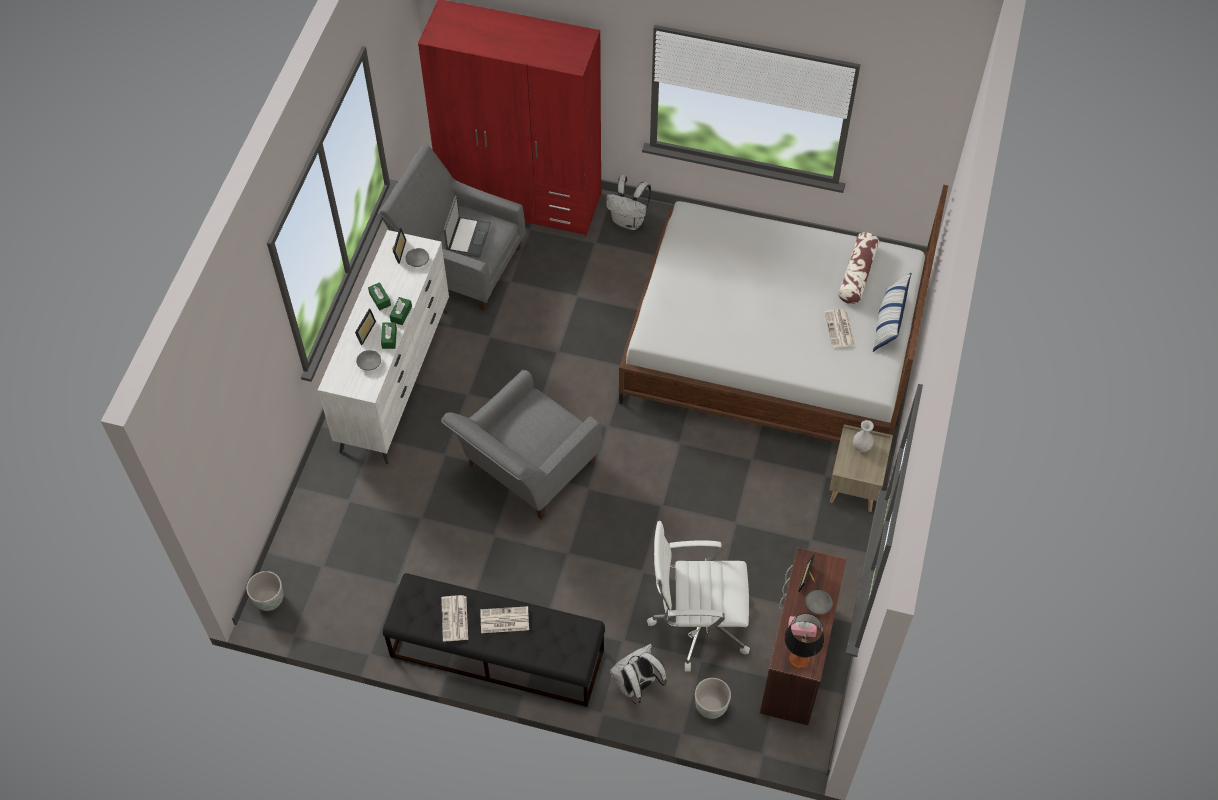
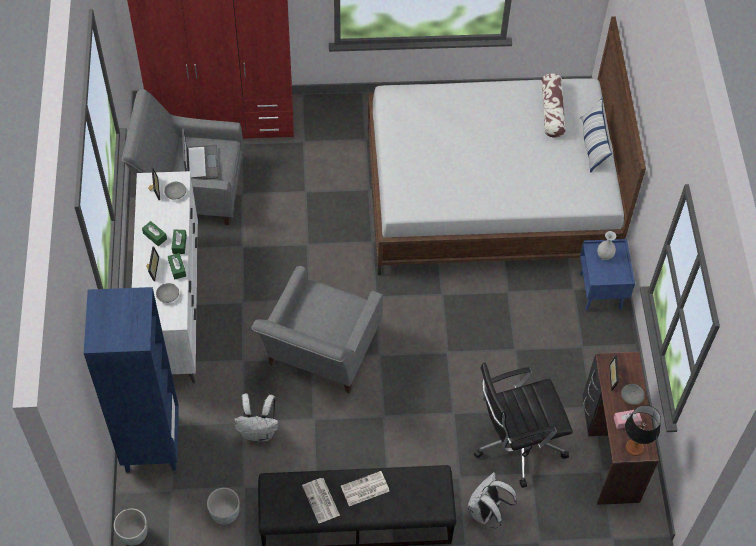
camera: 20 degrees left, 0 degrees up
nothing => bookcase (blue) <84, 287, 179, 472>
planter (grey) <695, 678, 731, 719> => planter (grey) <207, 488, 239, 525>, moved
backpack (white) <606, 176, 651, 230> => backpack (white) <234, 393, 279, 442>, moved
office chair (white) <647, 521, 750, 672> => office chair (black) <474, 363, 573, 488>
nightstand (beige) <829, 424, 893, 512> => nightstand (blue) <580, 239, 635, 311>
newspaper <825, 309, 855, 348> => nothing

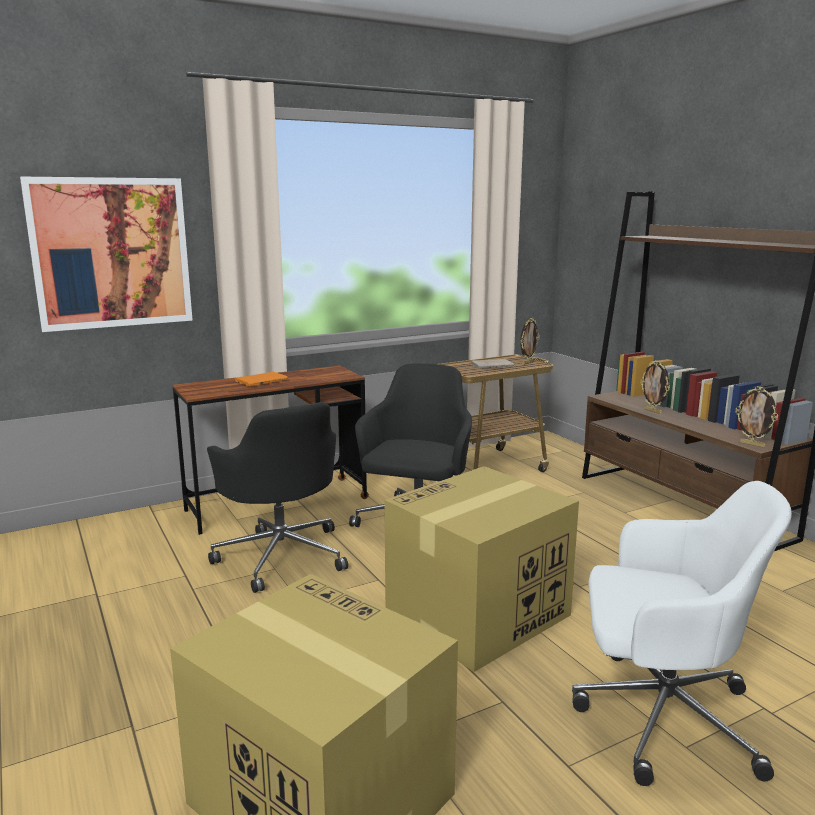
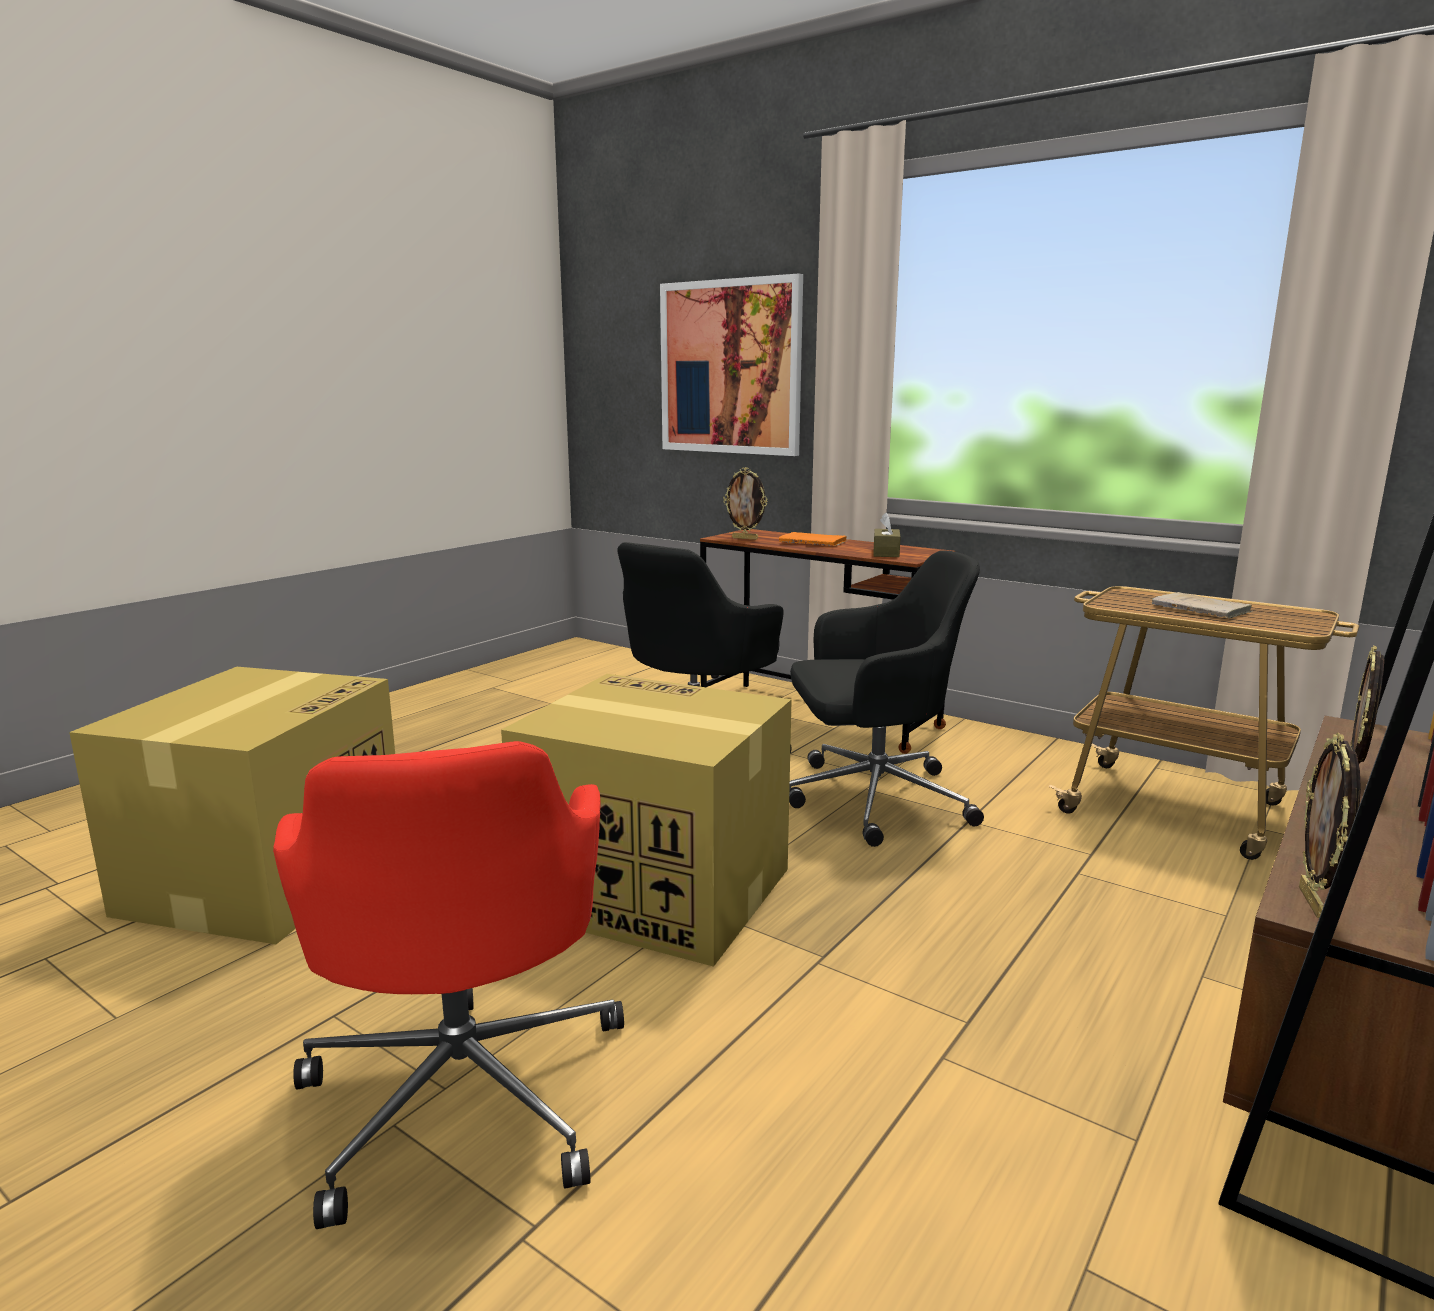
camera: 65 degrees right, 0 degrees up
office chair (white) <572, 481, 792, 786> => office chair (red) <273, 741, 624, 1229>
picture frame <520, 318, 540, 365> => picture frame <723, 467, 768, 540>, moved
nothing => tissue box (brown) <874, 512, 901, 557>

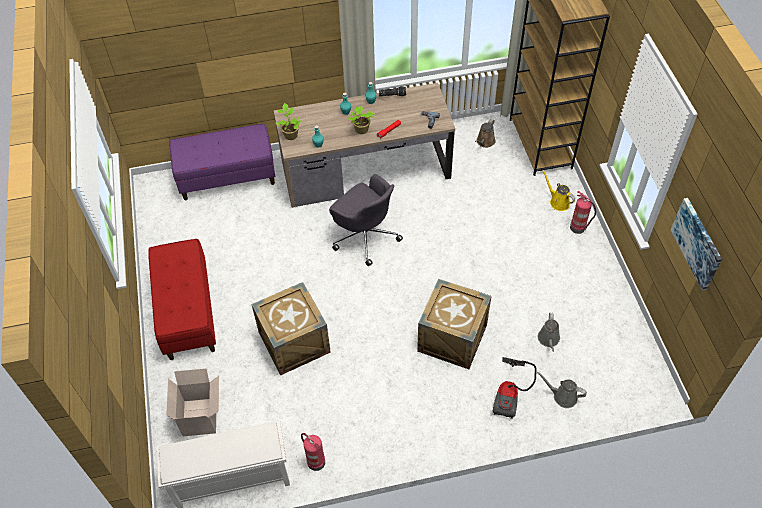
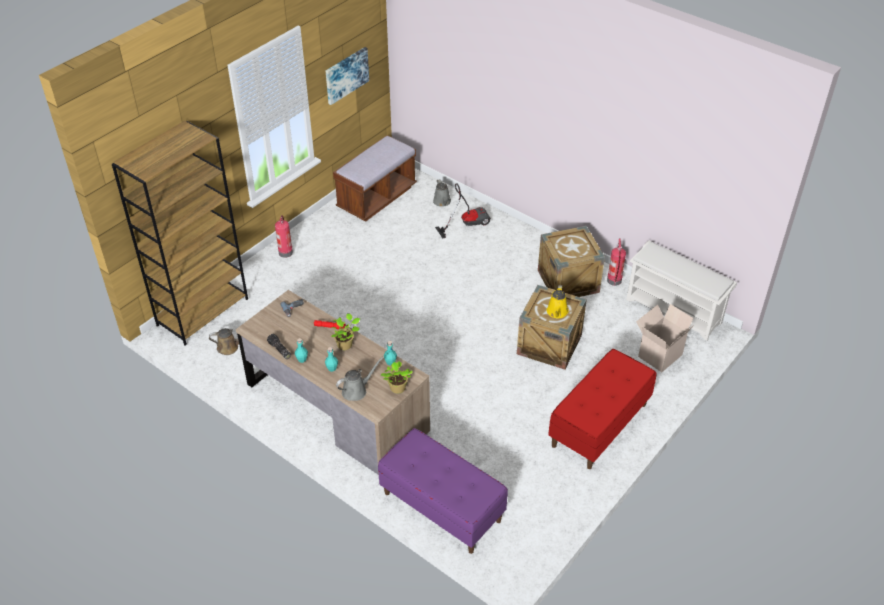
camera: 130 degrees left, 10 degrees down
nothing => bench (brown) <333, 135, 417, 221>
watering can (grey) <538, 313, 560, 352> => watering can (grey) <336, 357, 383, 401>, moved
crate <417, 279, 491, 369> => crate <538, 226, 605, 297>, moved
watering can (yellow) <542, 170, 575, 211> => watering can (yellow) <547, 285, 568, 318>, moved
office chair (grey) <329, 174, 403, 266> => nothing

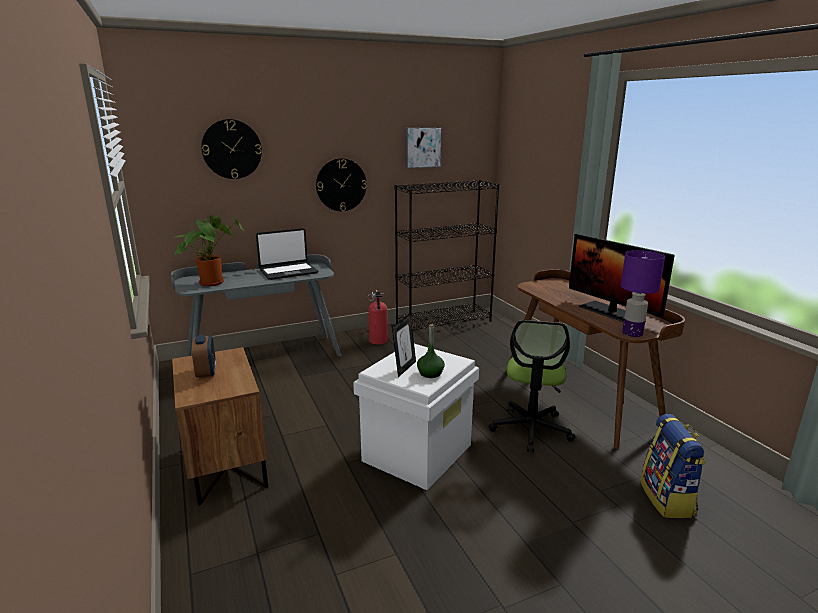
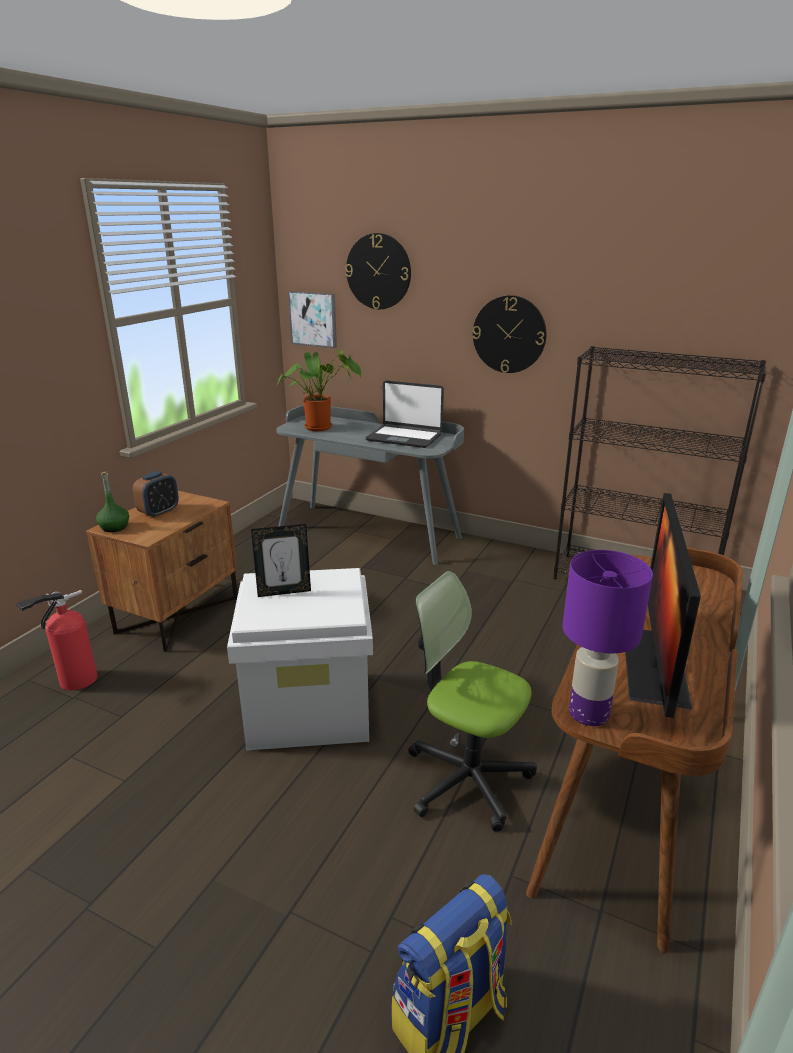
camera: 50 degrees right, 5 degrees up
fire extinguisher <367, 290, 388, 344> => fire extinguisher <16, 590, 97, 690>, moved
bottle (green) <417, 324, 445, 378> => bottle (green) <96, 472, 129, 532>, moved
picture <405, 127, 442, 168> => picture <288, 291, 337, 348>, moved
office chair <488, 320, 575, 452> => office chair <408, 571, 537, 832>, 60 degrees clockwise

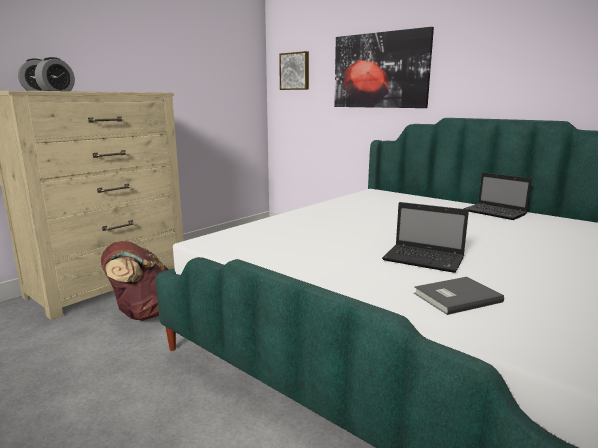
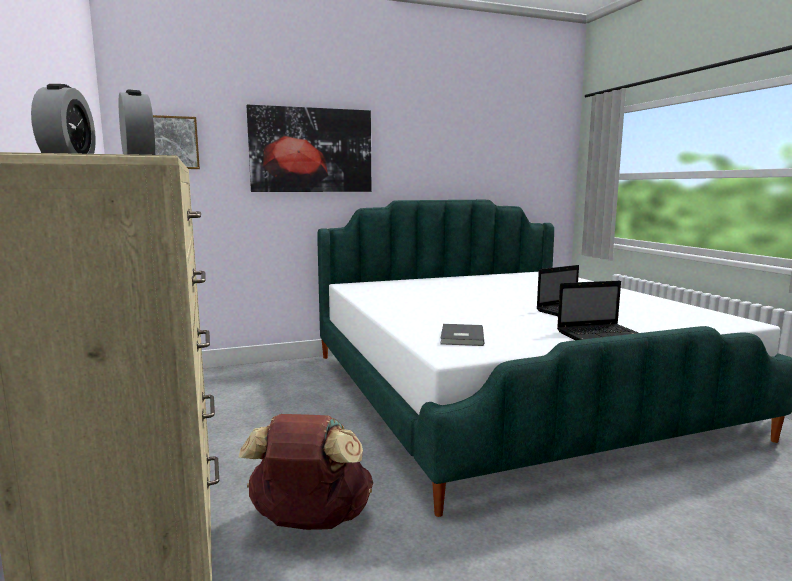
camera: 60 degrees left, 5 degrees down
book (grey) <414, 277, 504, 315> => book (grey) <440, 324, 484, 346>, moved
laptop <463, 172, 532, 220> => laptop <557, 281, 638, 340>, moved

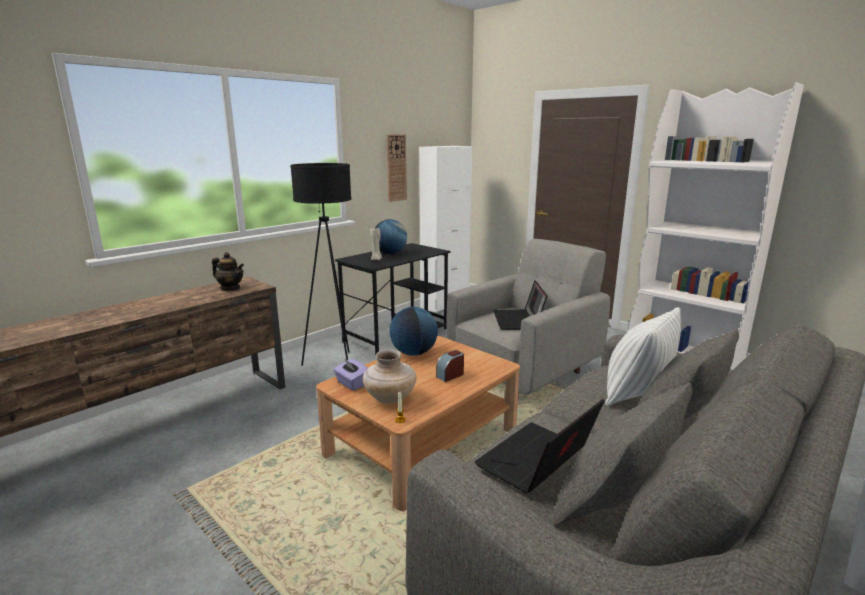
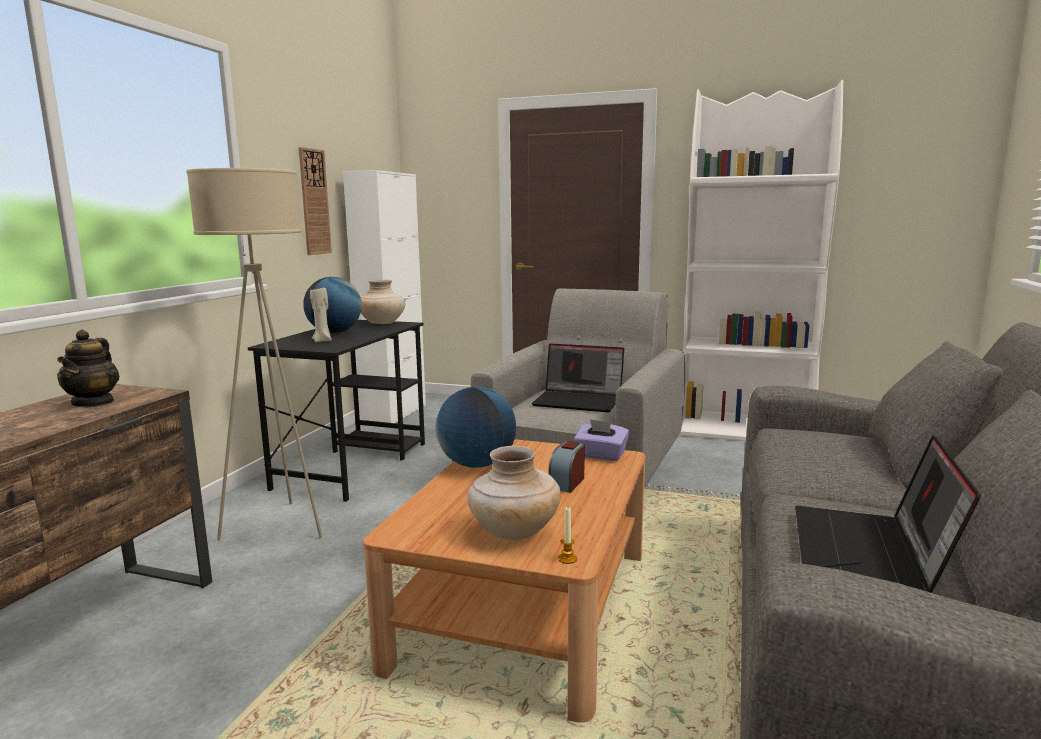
camera: 25 degrees left, 5 degrees down
teapot <212, 252, 244, 290> => teapot <57, 330, 120, 407>, 90 degrees clockwise
floor lamp (black) <290, 163, 352, 366> => floor lamp (beige) <186, 168, 323, 541>
nothing => vase (beige) <360, 280, 405, 324>
laptop <493, 280, 547, 330> => laptop <531, 343, 624, 412>, 45 degrees counterclockwise
tissue box (purple) <333, 358, 368, 391> => tissue box (purple) <574, 419, 629, 461>, moved
pillow (white) <605, 307, 681, 407> => nothing

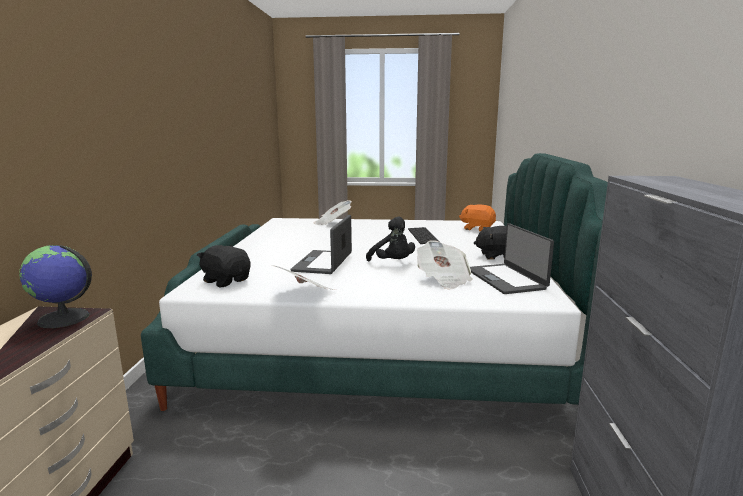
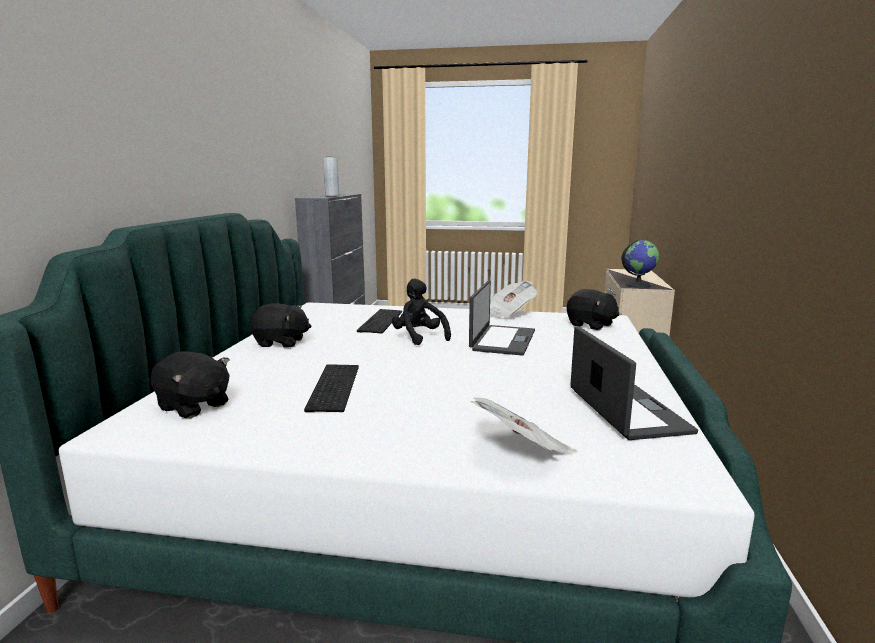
camera: 175 degrees left, 0 degrees up
plush toy (orange) <459, 205, 496, 231> => plush toy (black) <150, 351, 230, 418>
nothing => vase (grey) <323, 157, 339, 196>
newspaper <417, 240, 473, 290> => keyboard <357, 309, 402, 334>
laptop <470, 223, 554, 294> => laptop <570, 326, 698, 440>, moved

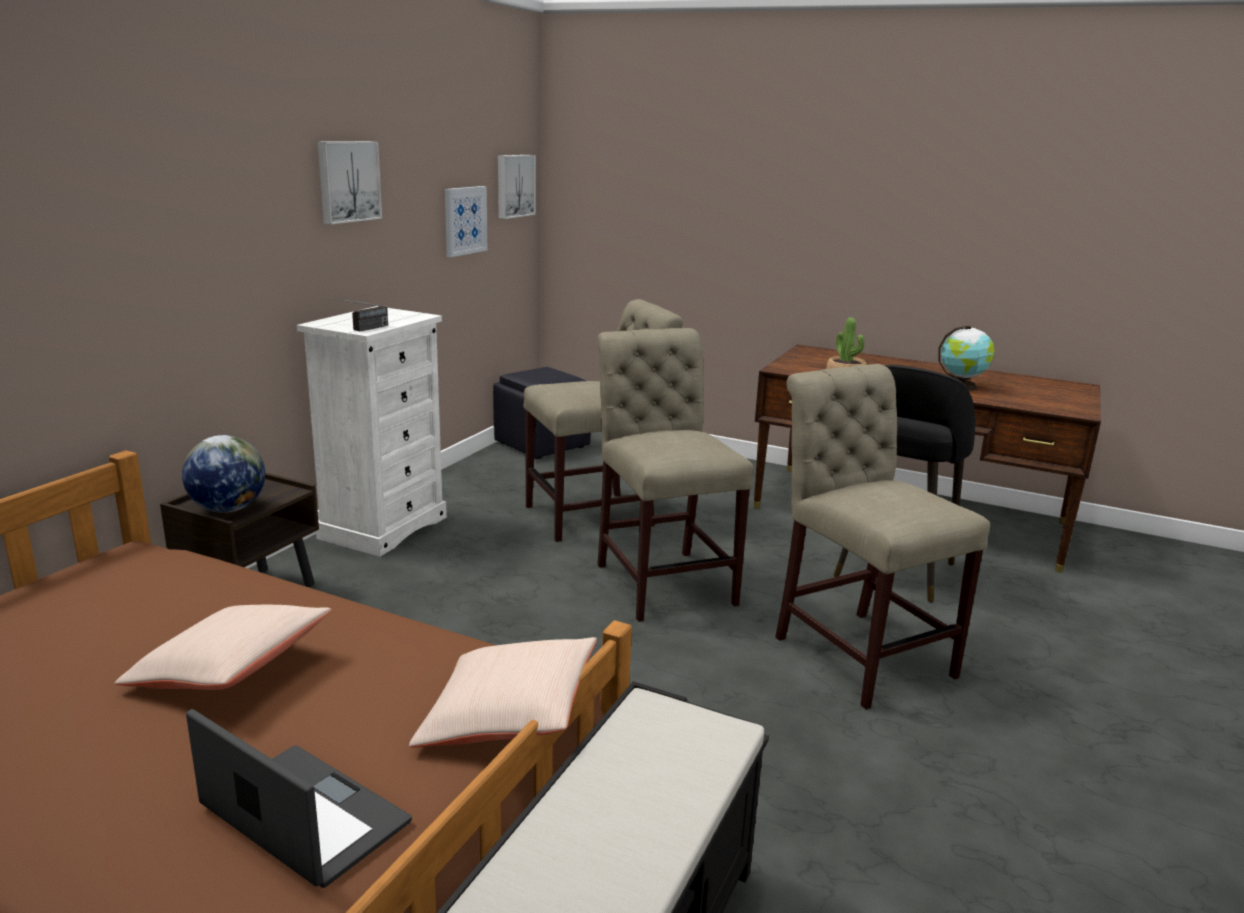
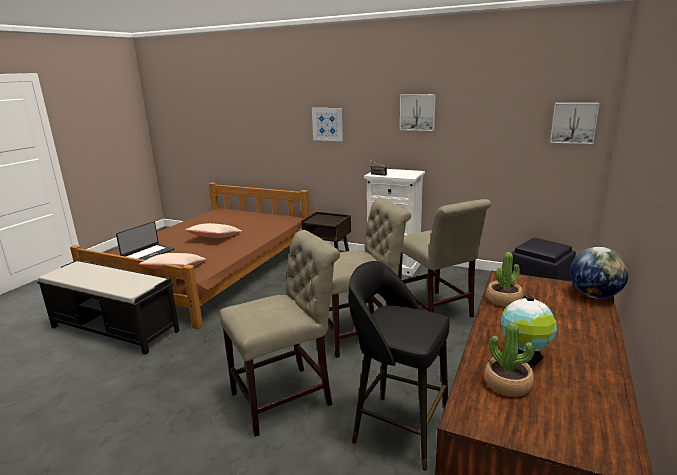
camera: 90 degrees right, 0 degrees up
picture <445, 186, 487, 257> => picture <312, 108, 343, 141>, moved
nothing => potted plant <484, 323, 534, 397>
globe <182, 435, 265, 513> => globe <570, 247, 629, 299>, moved

